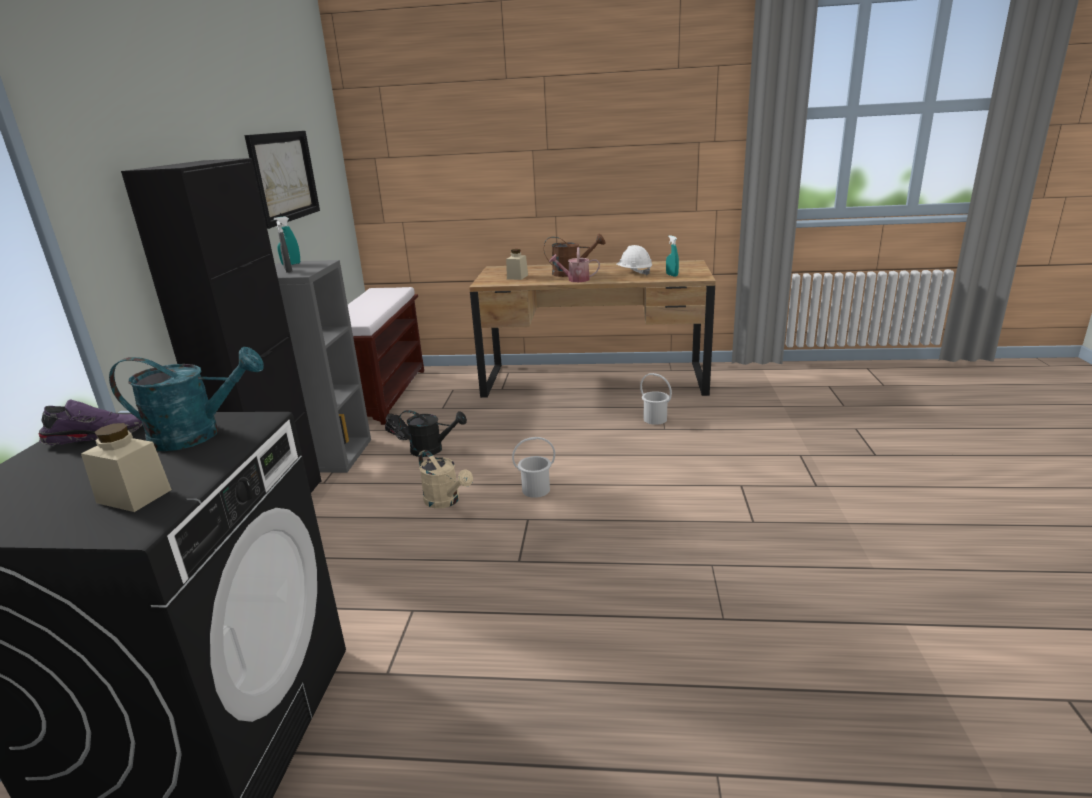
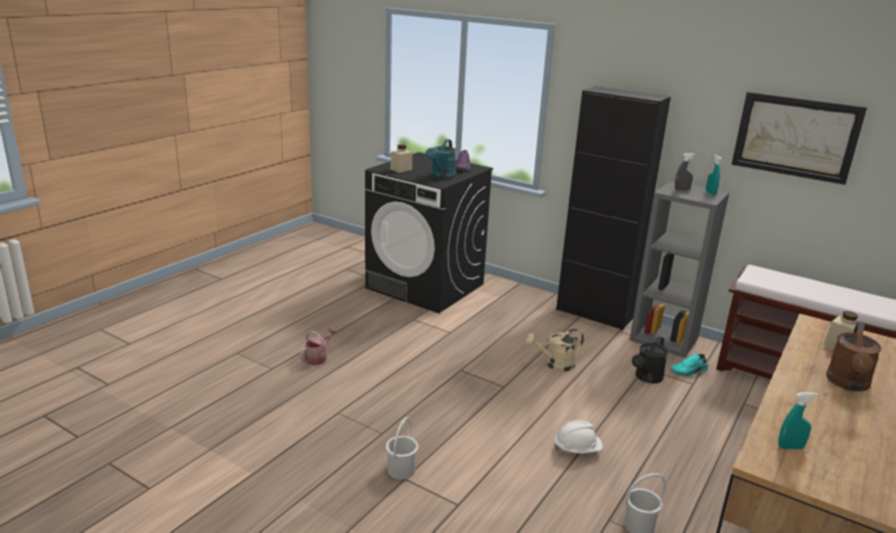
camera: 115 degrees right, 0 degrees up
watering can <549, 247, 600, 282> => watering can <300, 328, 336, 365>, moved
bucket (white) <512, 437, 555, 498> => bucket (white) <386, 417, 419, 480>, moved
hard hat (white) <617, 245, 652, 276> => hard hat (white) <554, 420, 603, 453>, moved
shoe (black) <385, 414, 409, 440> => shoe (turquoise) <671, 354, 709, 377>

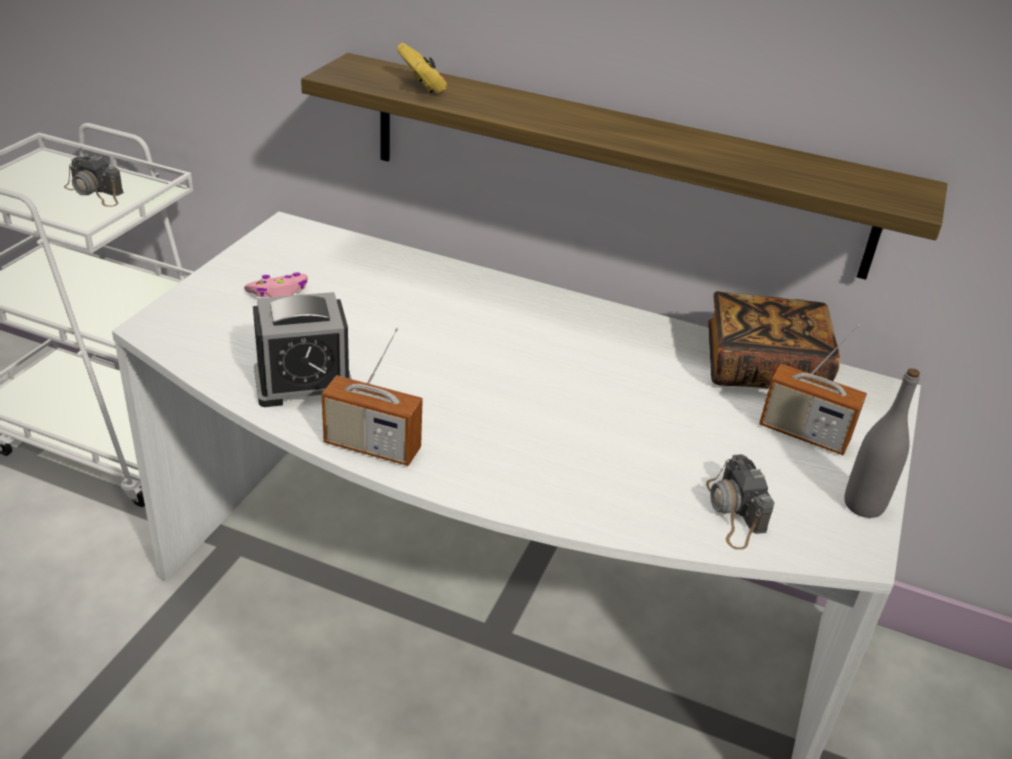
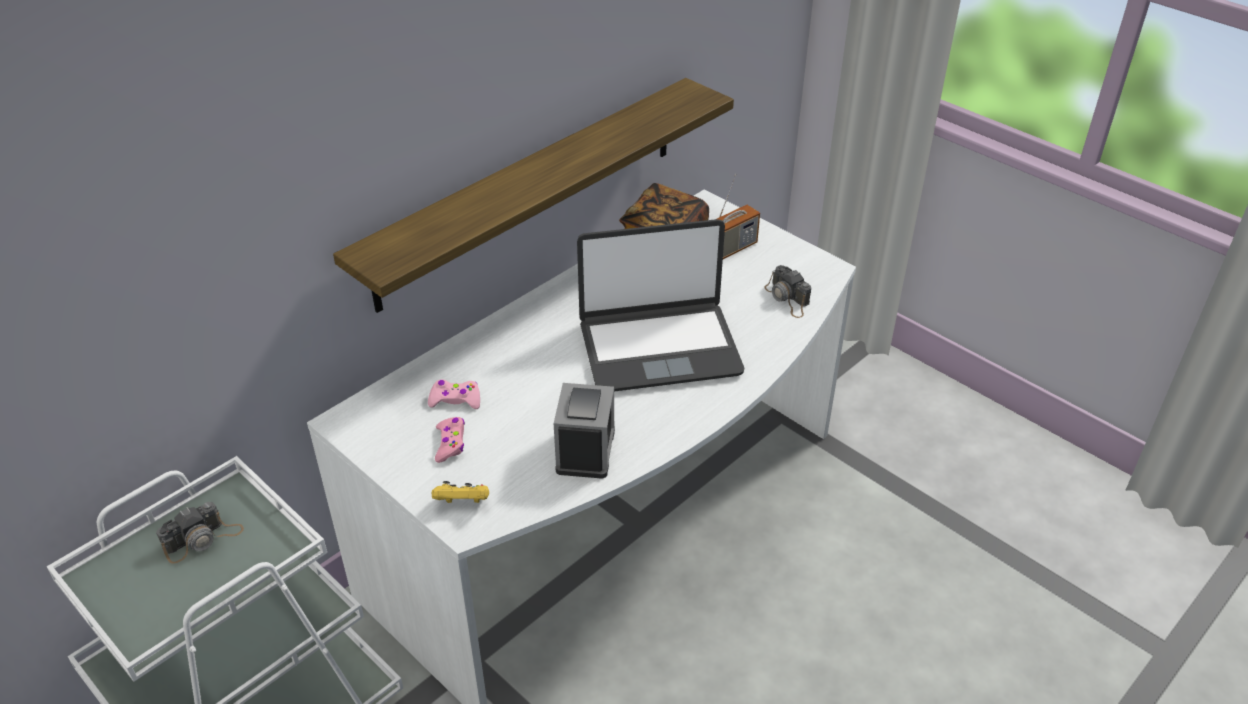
camera: 65 degrees left, 5 degrees up
nothing => game controller (pink) <428, 380, 480, 409>
game controller (yellow) <397, 43, 447, 93> => game controller (yellow) <432, 481, 489, 503>, moved
nothing => laptop <577, 219, 744, 391>
photo camera <706, 454, 774, 550> => photo camera <764, 265, 811, 318>, 45 degrees clockwise
radio <322, 328, 423, 466> => nothing
bottle (grey) <844, 368, 920, 518> => nothing

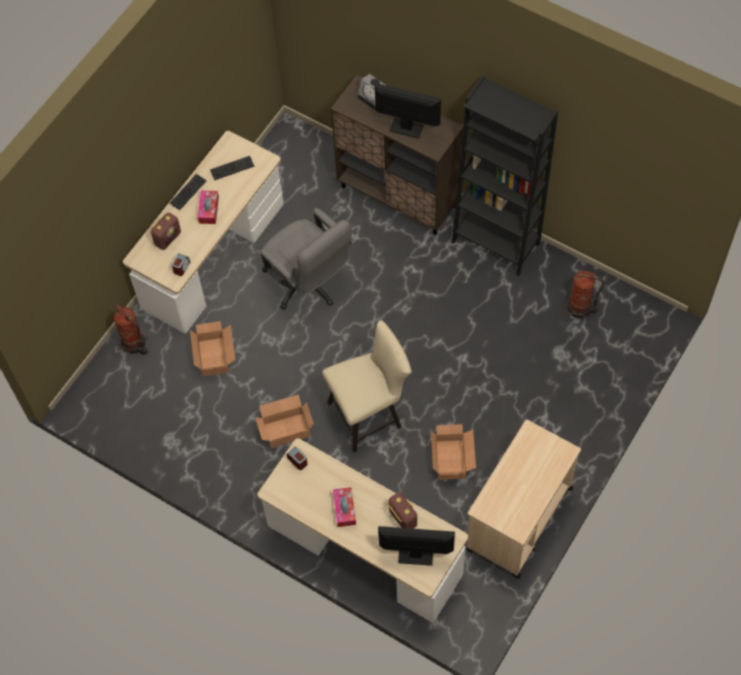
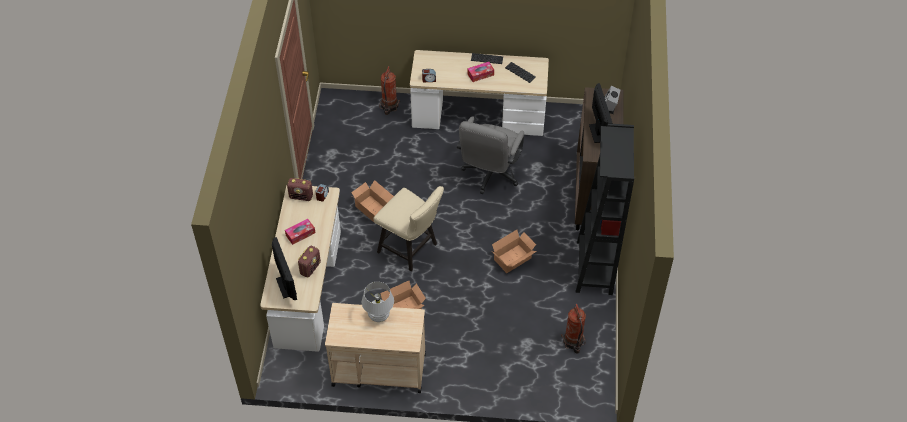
camera: 60 degrees right, 10 degrees down
radio <151, 213, 181, 250> => radio <287, 178, 313, 201>, moved
nothing => table lamp (white) <362, 282, 394, 322>
cardboard box <190, 321, 235, 377> => cardboard box <492, 230, 537, 273>, moved

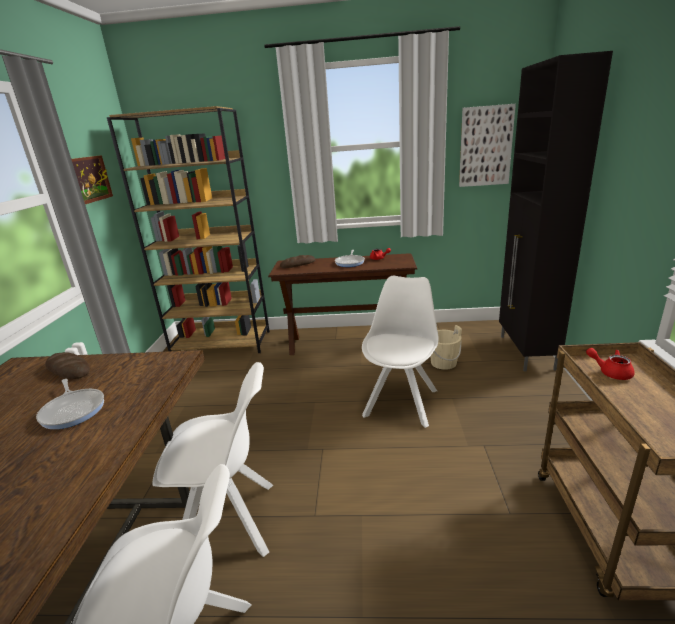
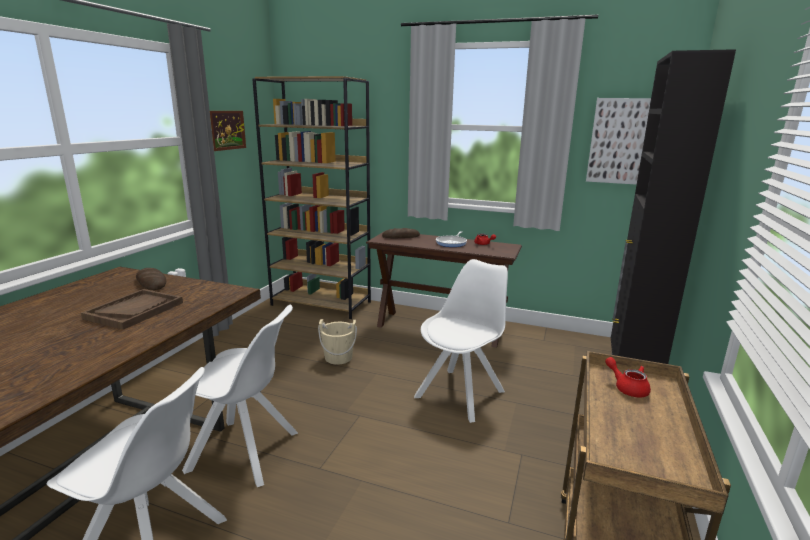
camera: 15 degrees right, 5 degrees down
frying pan <36, 379, 104, 429> => tray (brown) <81, 289, 183, 330>
bucket (beige) <430, 325, 462, 370> => bucket (beige) <318, 319, 357, 365>, moved

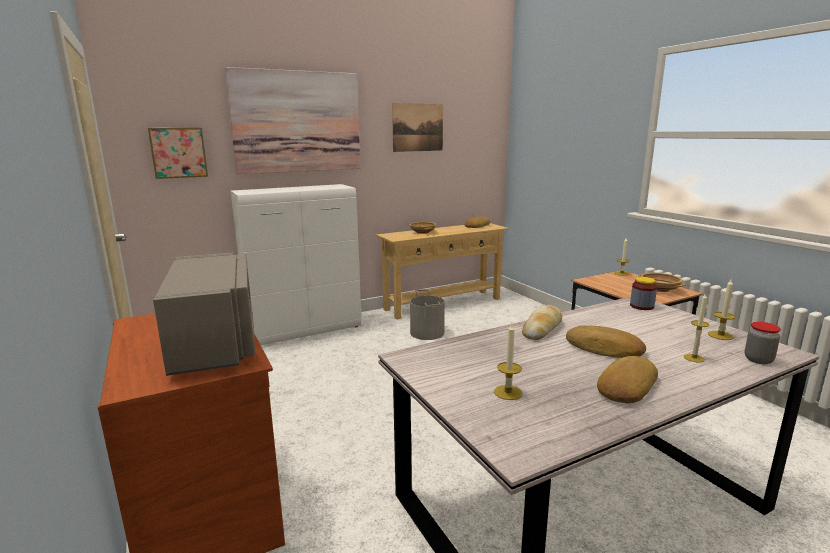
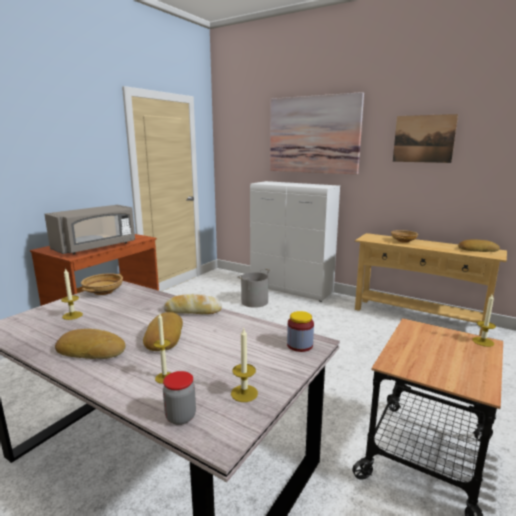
camera: 60 degrees right, 0 degrees up
bowl (beige) <638, 273, 685, 292> => bowl (beige) <81, 273, 123, 295>, moved
bucket (grey) <410, 289, 445, 340> => bucket (grey) <237, 268, 271, 308>, moved
picture <148, 128, 208, 179> => nothing

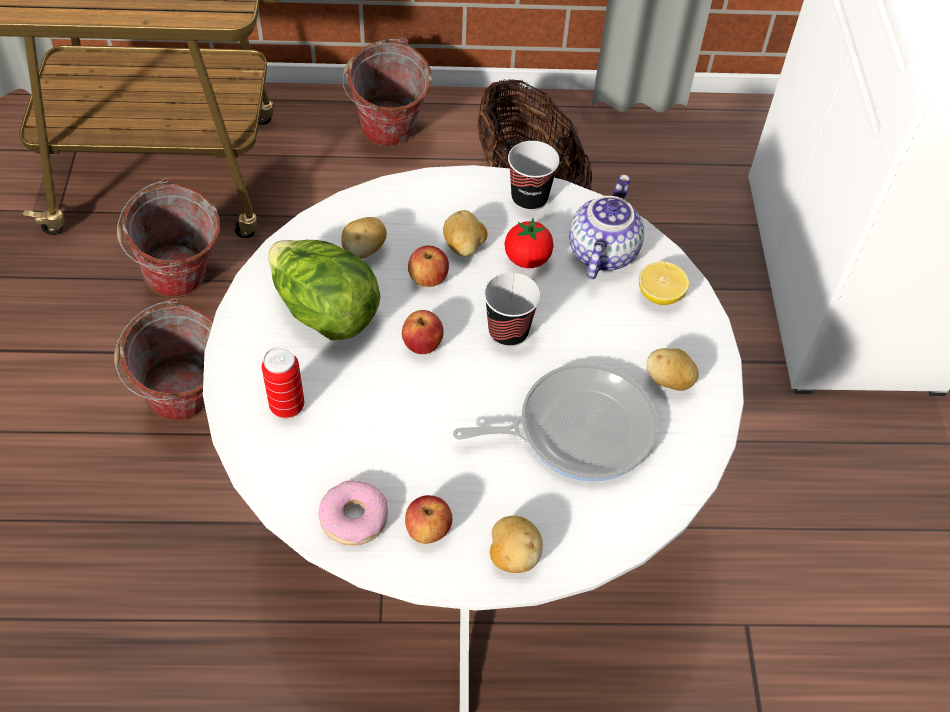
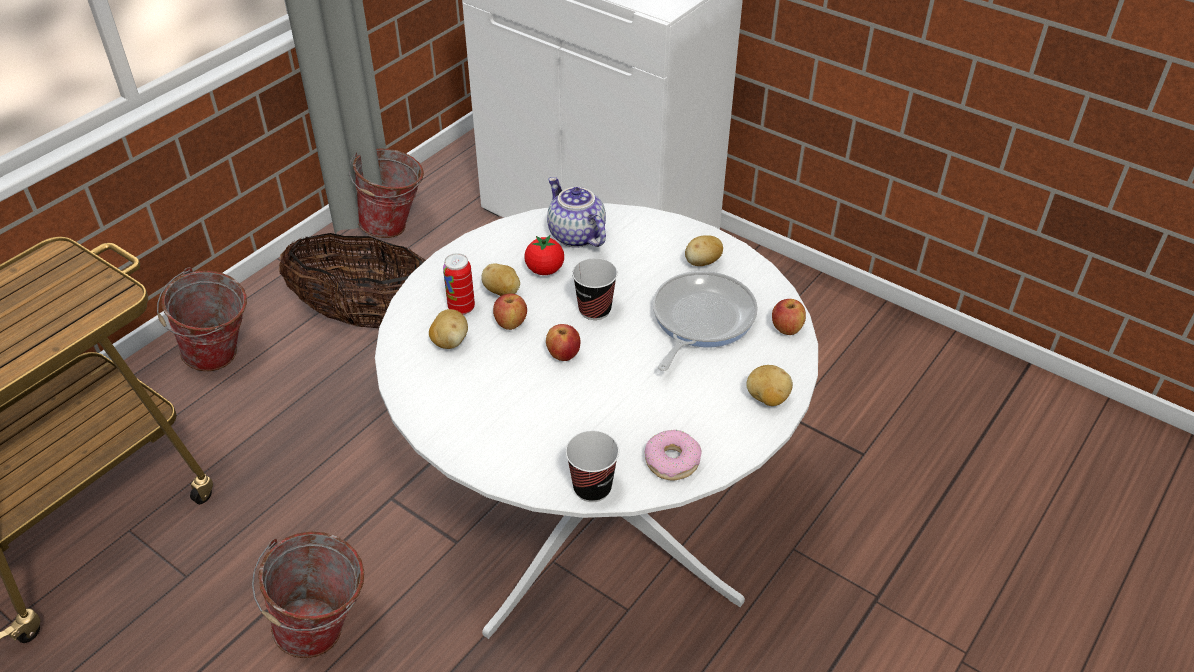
camera: 50 degrees left, 10 degrees down
bucket <117, 178, 220, 298> => bucket <349, 148, 424, 238>, moved
can <262, 347, 304, 418> => can <443, 253, 475, 315>, moved
cup <508, 141, 560, 211> => cup <565, 431, 619, 502>, moved
apple <405, 495, 452, 544> => apple <772, 299, 806, 335>, moved
lettuce <268, 240, 380, 340> => nothing
lemon <639, 261, 689, 305> => nothing

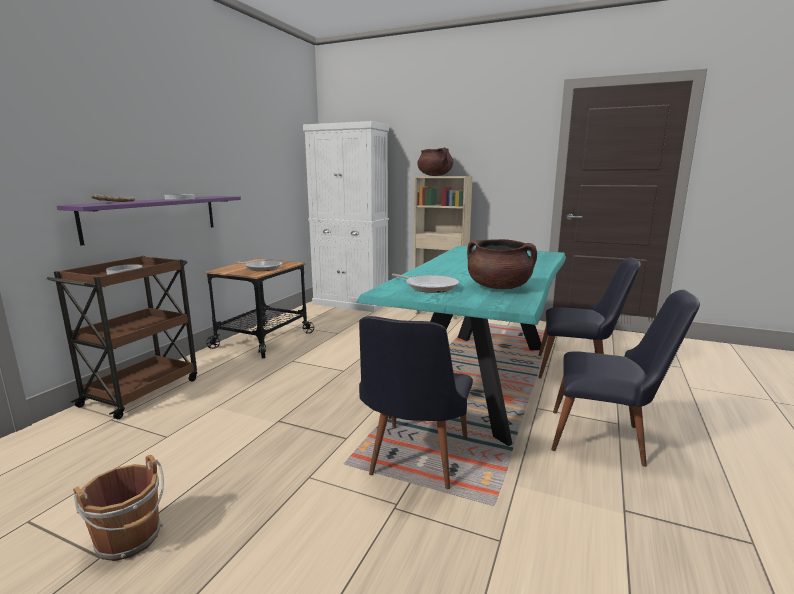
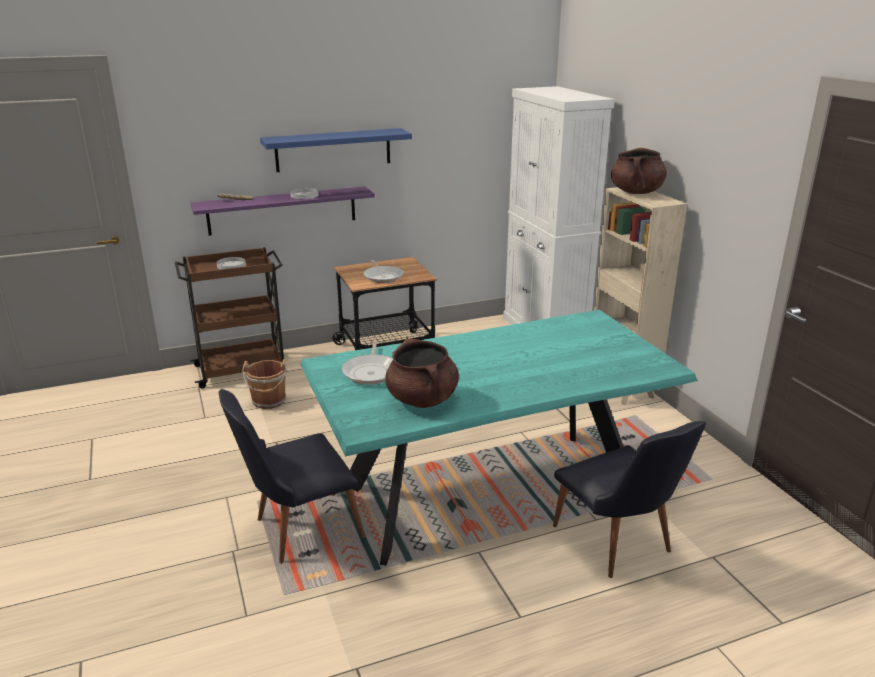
camera: 45 degrees right, 10 degrees up
bucket (brown) <73, 455, 164, 561> => bucket (brown) <242, 359, 288, 409>, moved
nothing => shelf (blue) <260, 128, 412, 172>
chair (black) <551, 290, 700, 467> => nothing

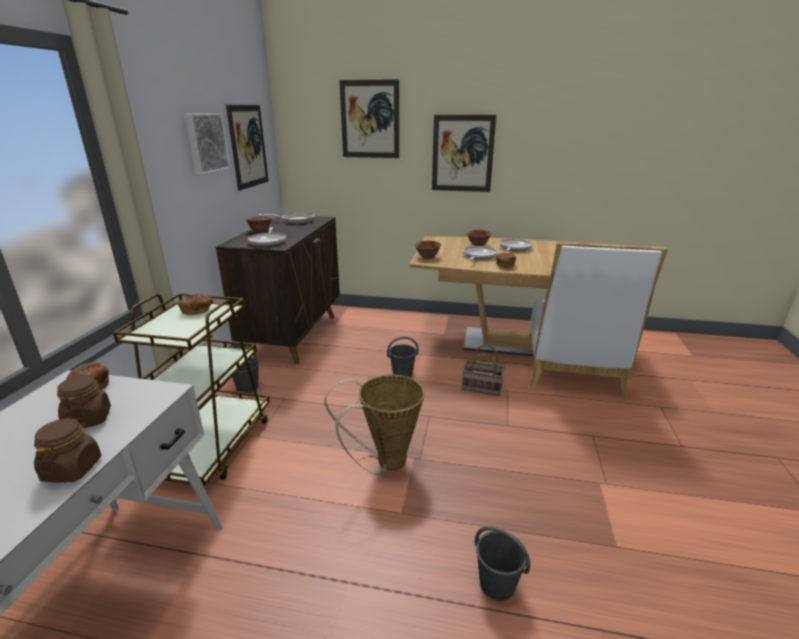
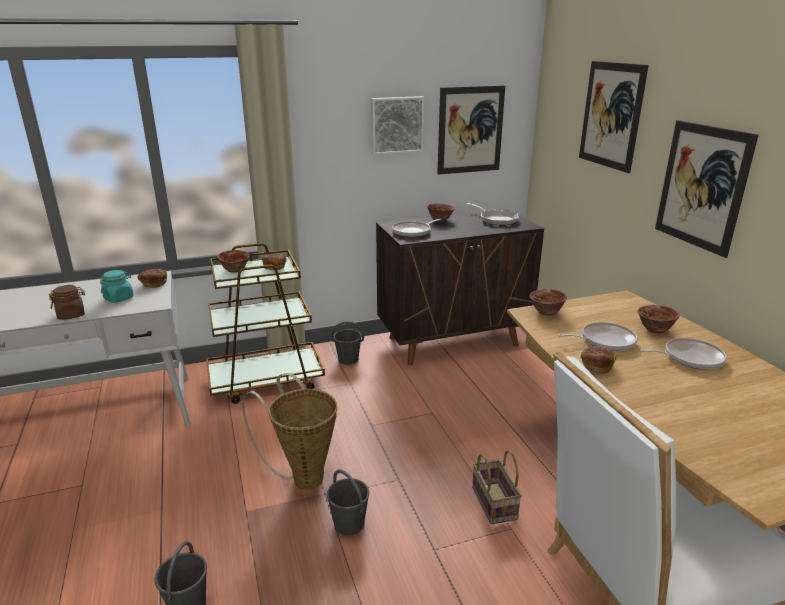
camera: 60 degrees right, 0 degrees up
jar (brown) <57, 375, 111, 428> => jar (turquoise) <100, 270, 134, 303>
nothing => bowl <217, 250, 250, 273>
bucket (grey) <387, 337, 419, 377> => bucket (grey) <327, 470, 369, 535>, moved

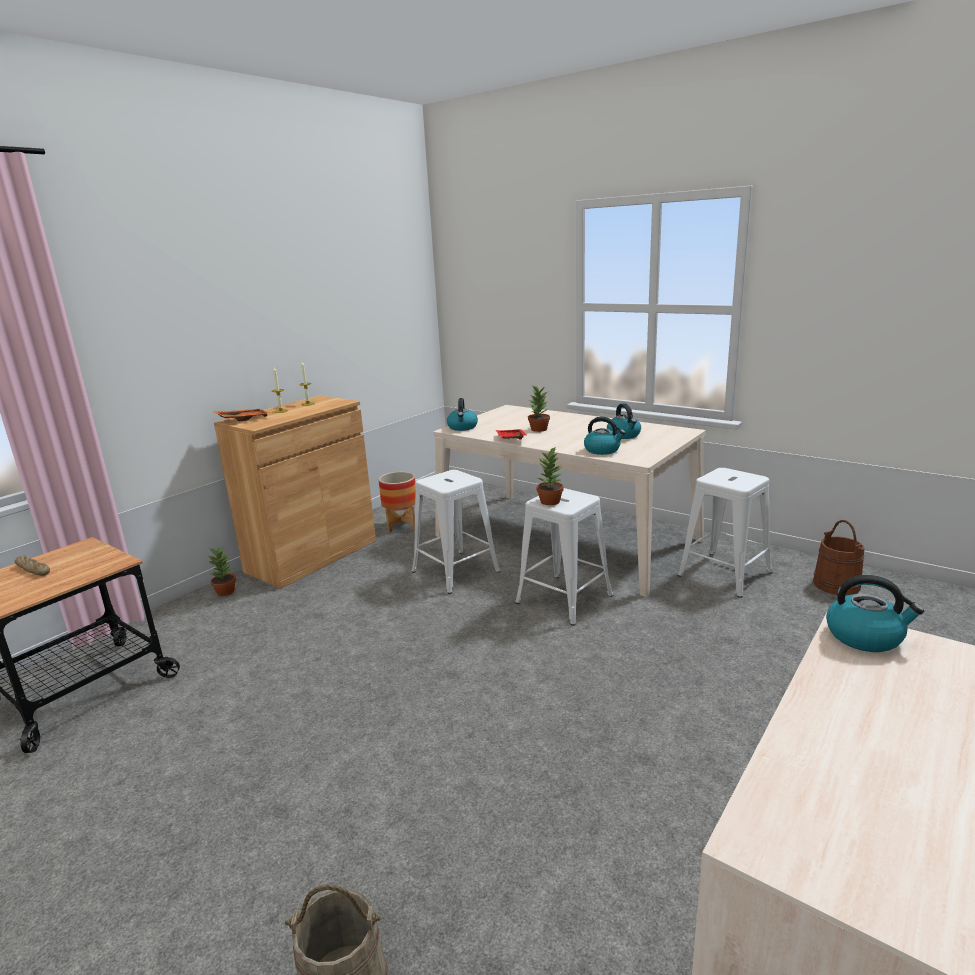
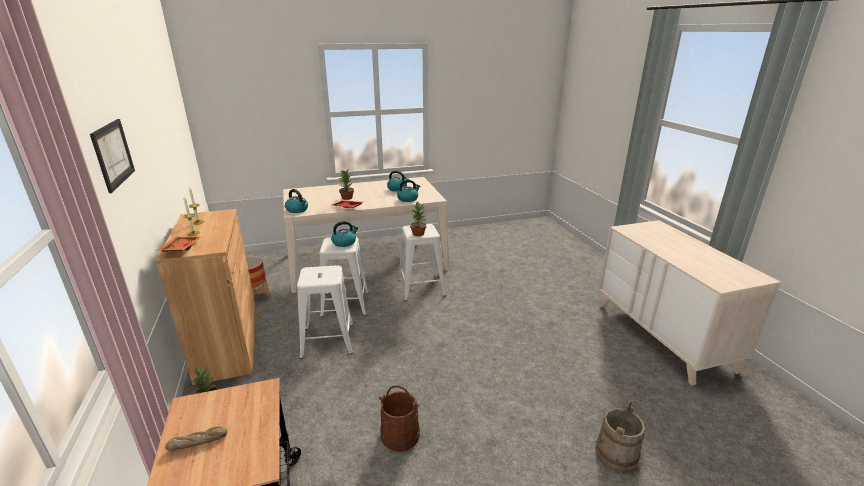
camera: 55 degrees left, 5 degrees up
nothing => picture <90, 119, 135, 193>
stool (white) <677, 468, 773, 598> => stool (white) <297, 265, 354, 359>, moved
kettle <826, 575, 924, 652> => kettle <331, 221, 358, 247>, moved
bucket (brown) <813, 520, 865, 595> => bucket (brown) <379, 385, 420, 451>, moved

